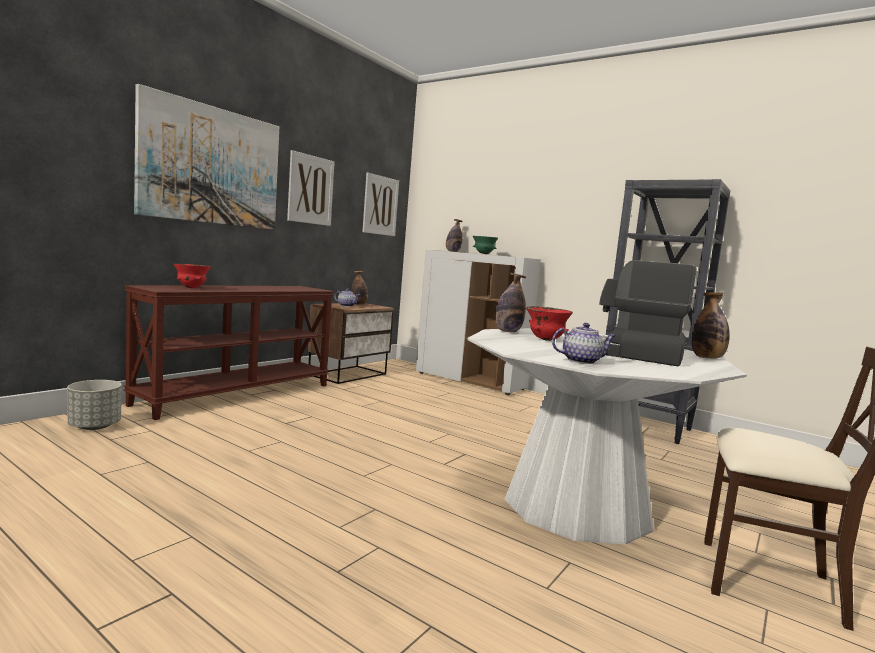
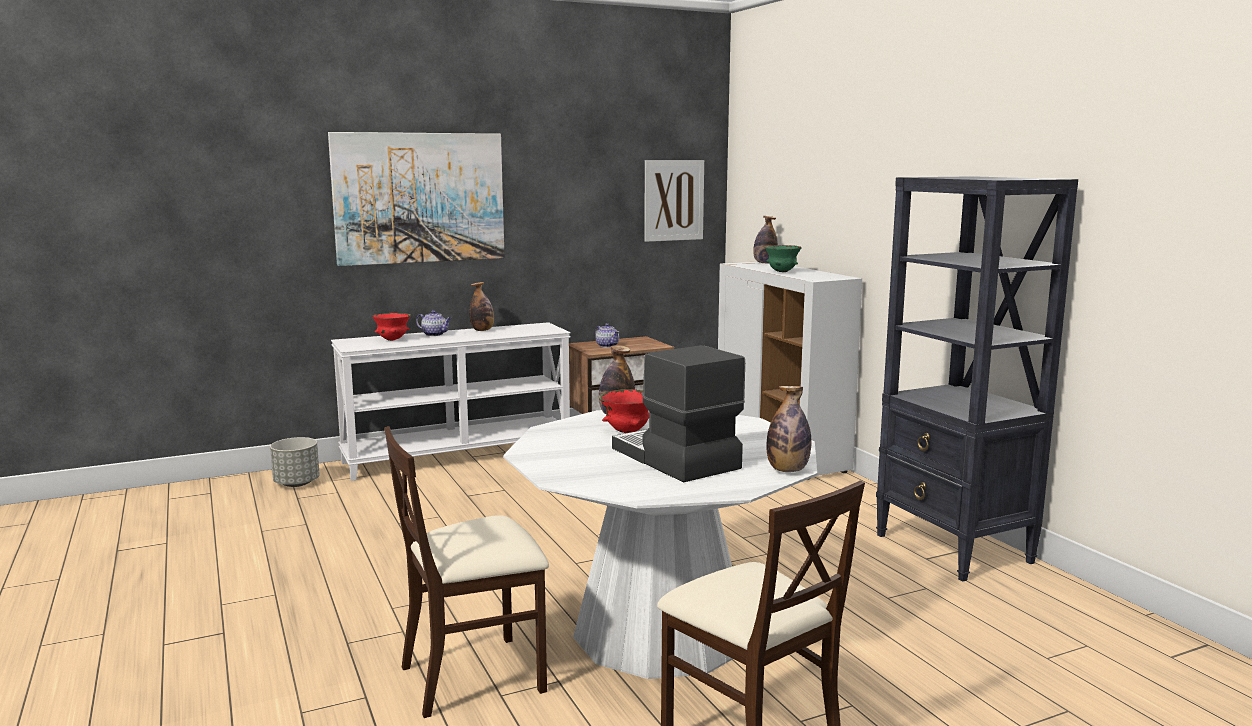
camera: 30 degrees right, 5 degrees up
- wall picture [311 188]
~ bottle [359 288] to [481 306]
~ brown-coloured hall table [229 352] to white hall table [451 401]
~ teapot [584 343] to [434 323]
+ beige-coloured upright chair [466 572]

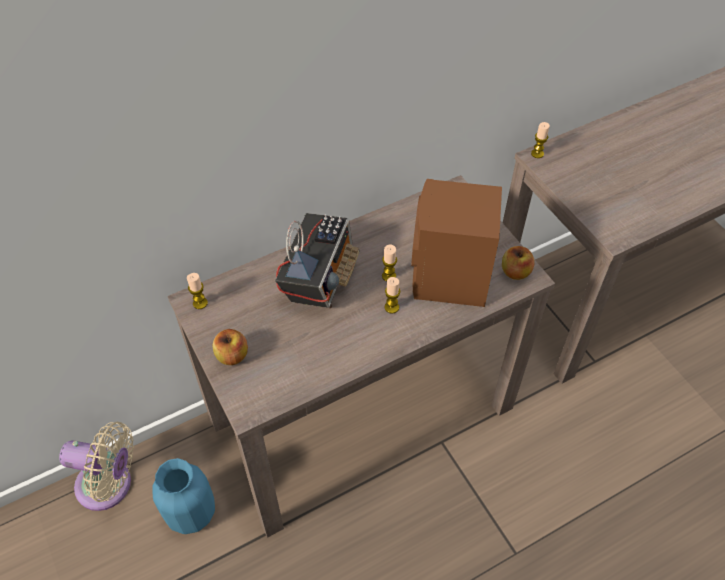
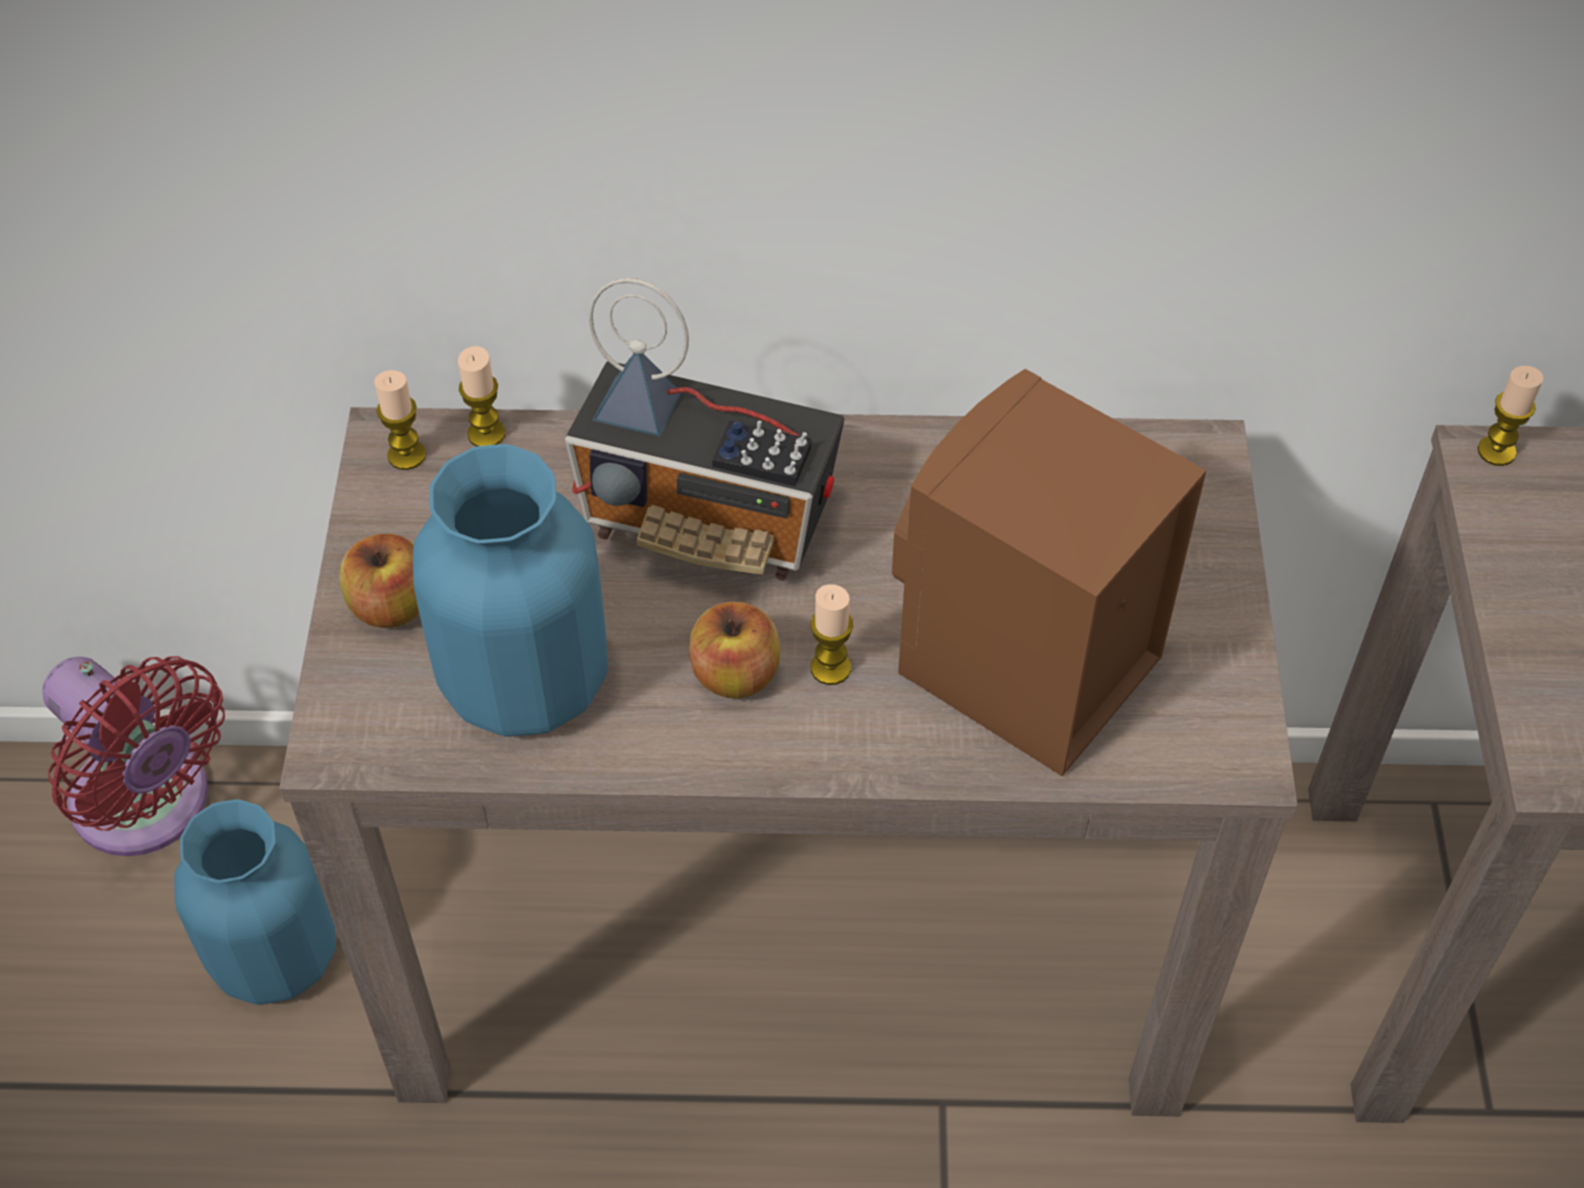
camera: 30 degrees right, 0 degrees up
~ radio set [317 260] = [705 429] 60 degrees clockwise
~ wax candle [389 262] to [481 396]
~ apple [518 263] to [734 650]
~ beige-coloured electric fan [96 466] to reddish electric fan [133 756]
+ bluish decorative vase [510 590]

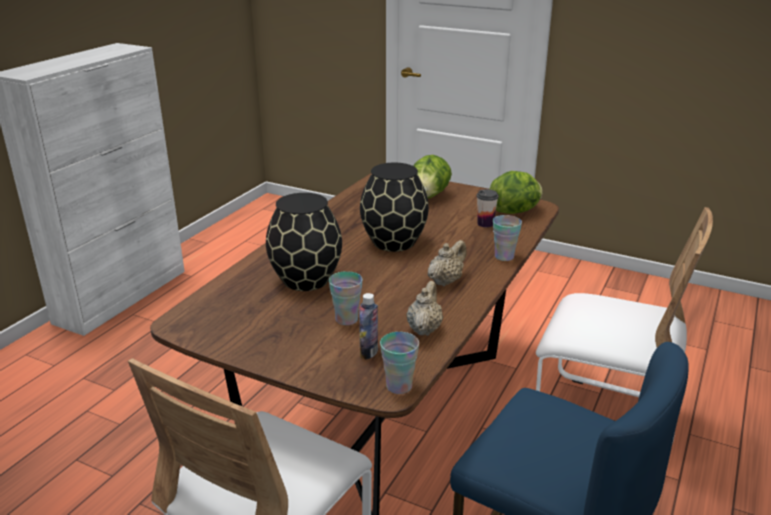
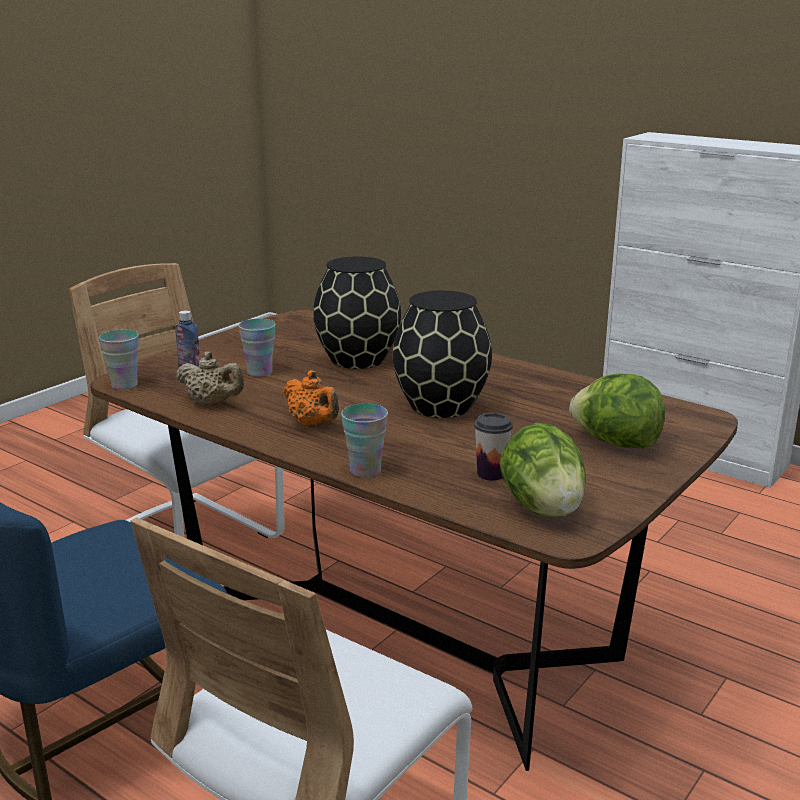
camera: 100 degrees right, 5 degrees down
~ beige-coloured teapot [447 263] to orangey teapot [311 398]

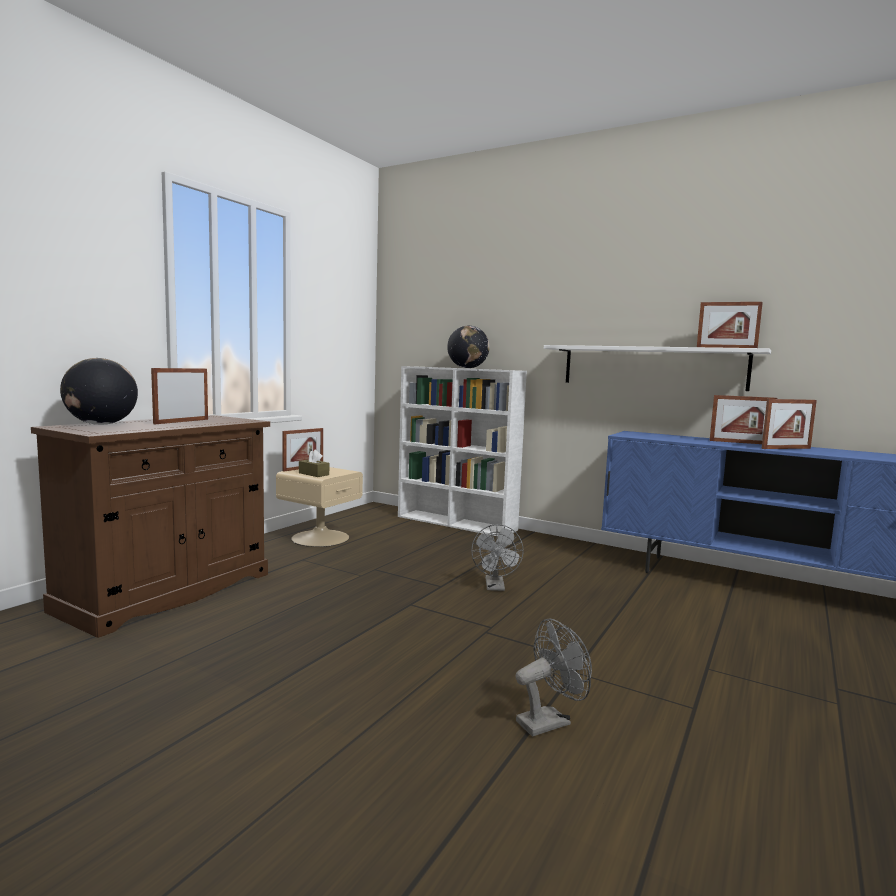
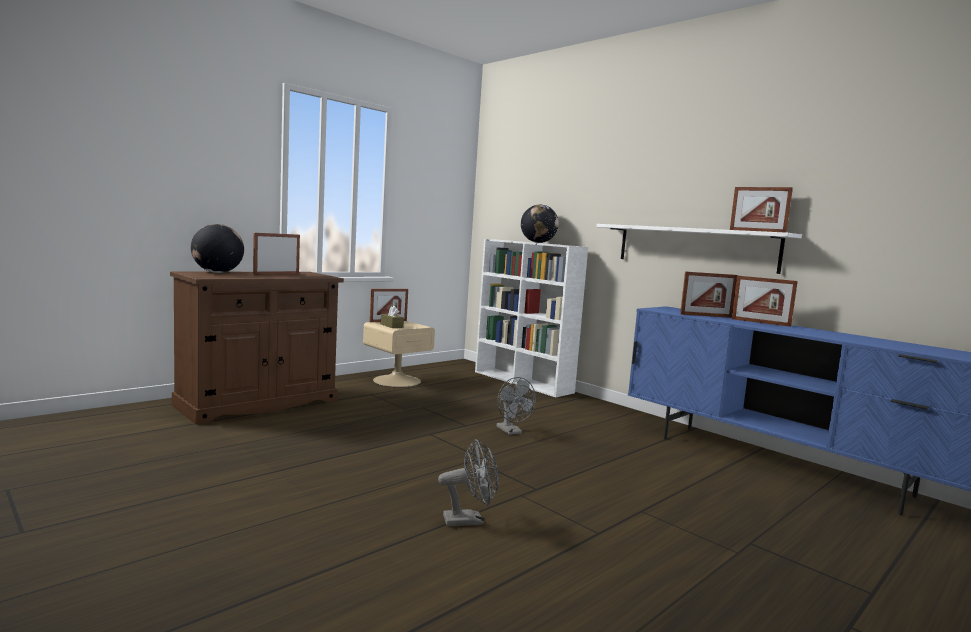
camera: 15 degrees right, 0 degrees up
~ standing frame [789 424] to [709 294]
~ gray electric fan [497 557] = [516 406] 45 degrees counterclockwise

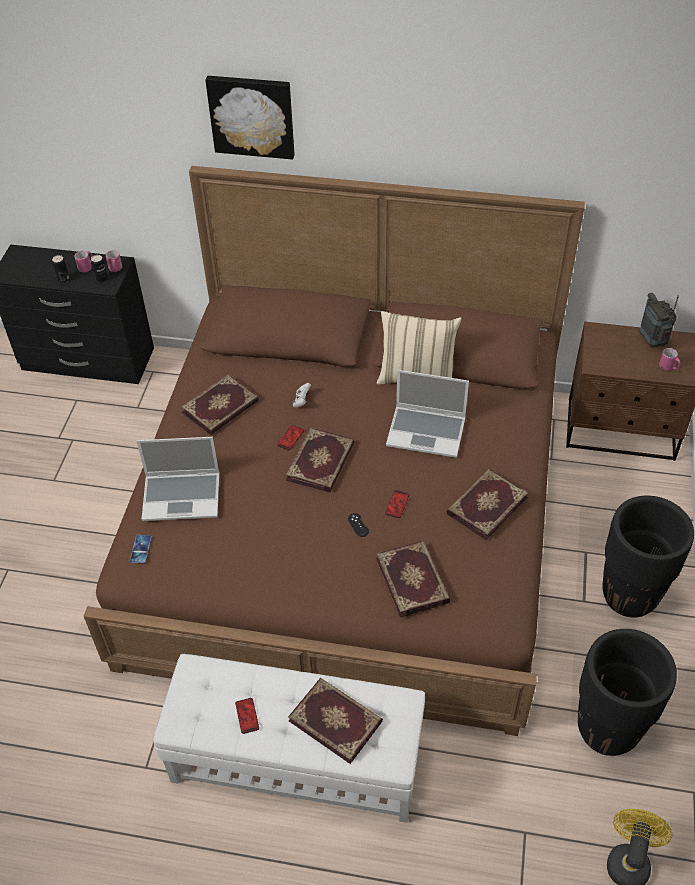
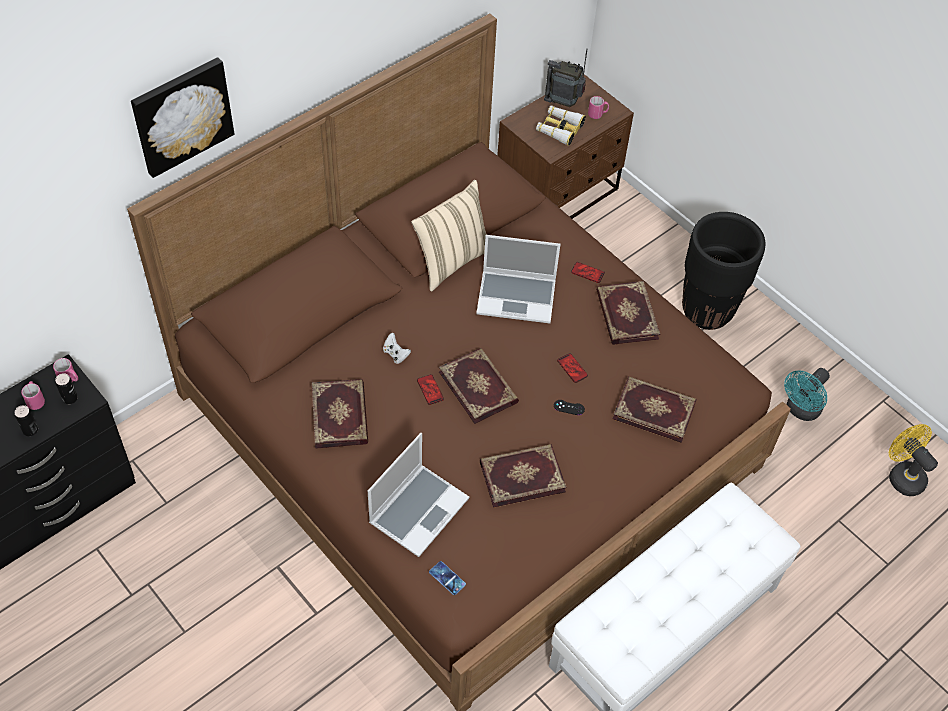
camera: 55 degrees left, 5 degrees up
~ notebook computer [427 414] = [518 279] 45 degrees clockwise
~ blackish flower pot [627 692] to turquoise electric fan [807 394]
~ book [335 721] to [523 476]
~ handset [247 716] to [588 272]
+ pair of binoculars [561 125]

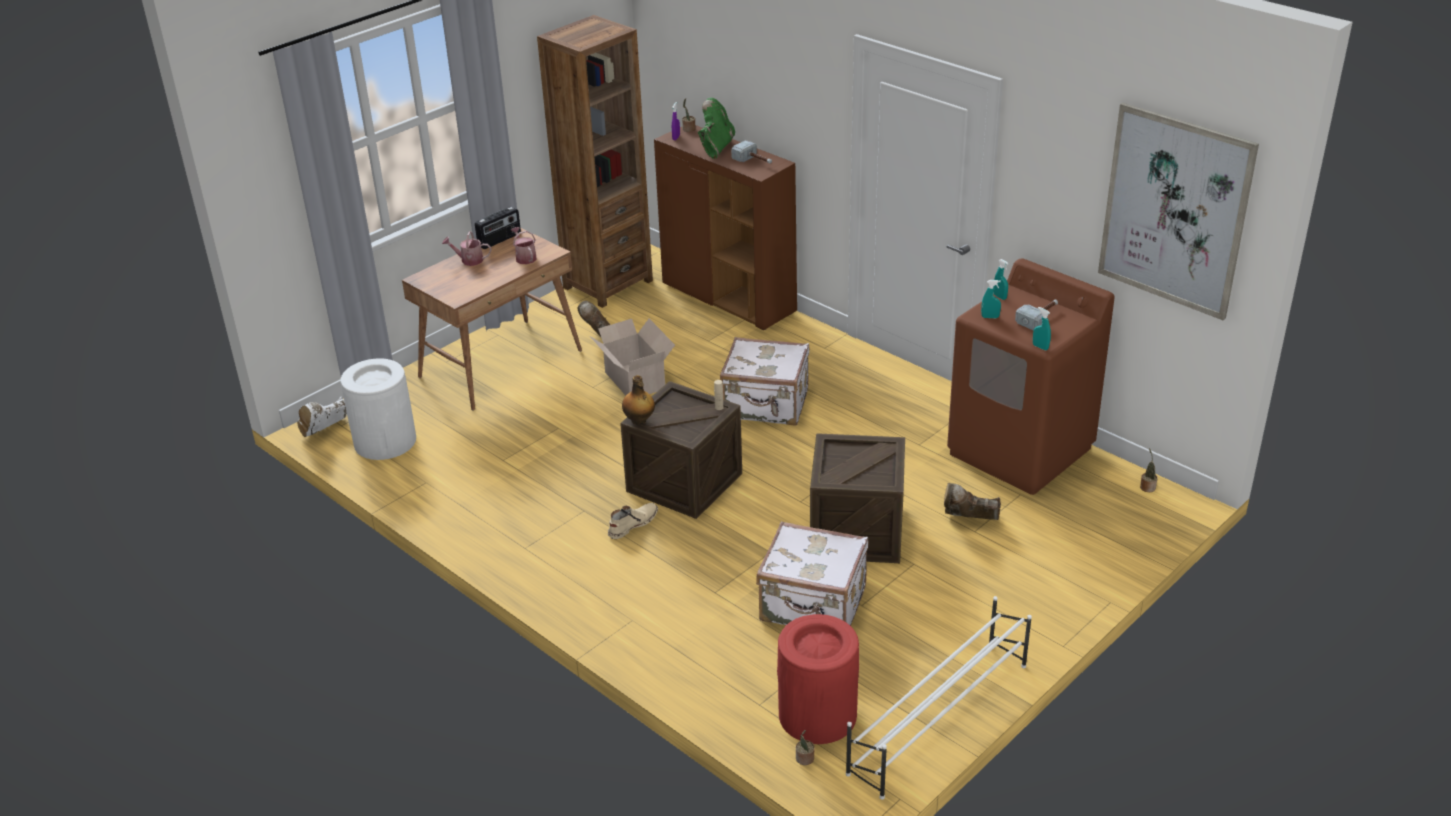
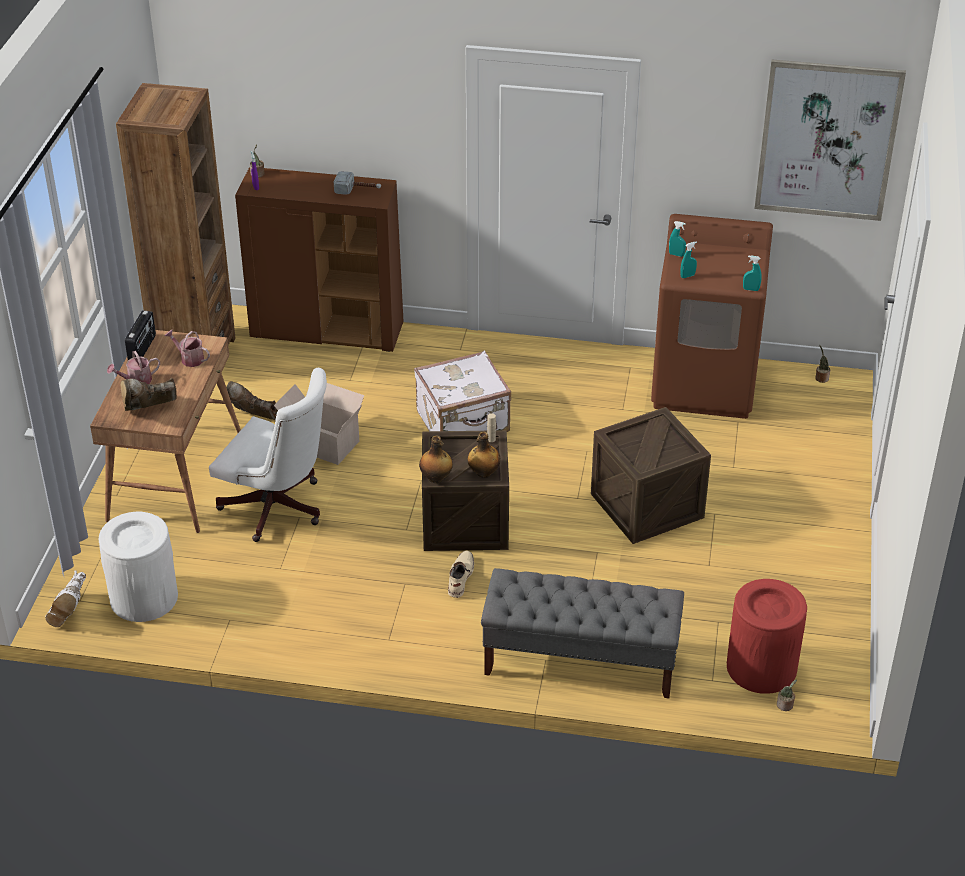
camera: 35 degrees left, 5 degrees up
- green-coloured boot [716 128]
- hand hammer [1036 314]
~ brown-coloured boot [972 501] to [148 394]
- white suitcase [812 574]
- white shoe rack [939 697]
+ white office chair [268 455]
+ bottle [484 455]
+ gray bench [582 633]

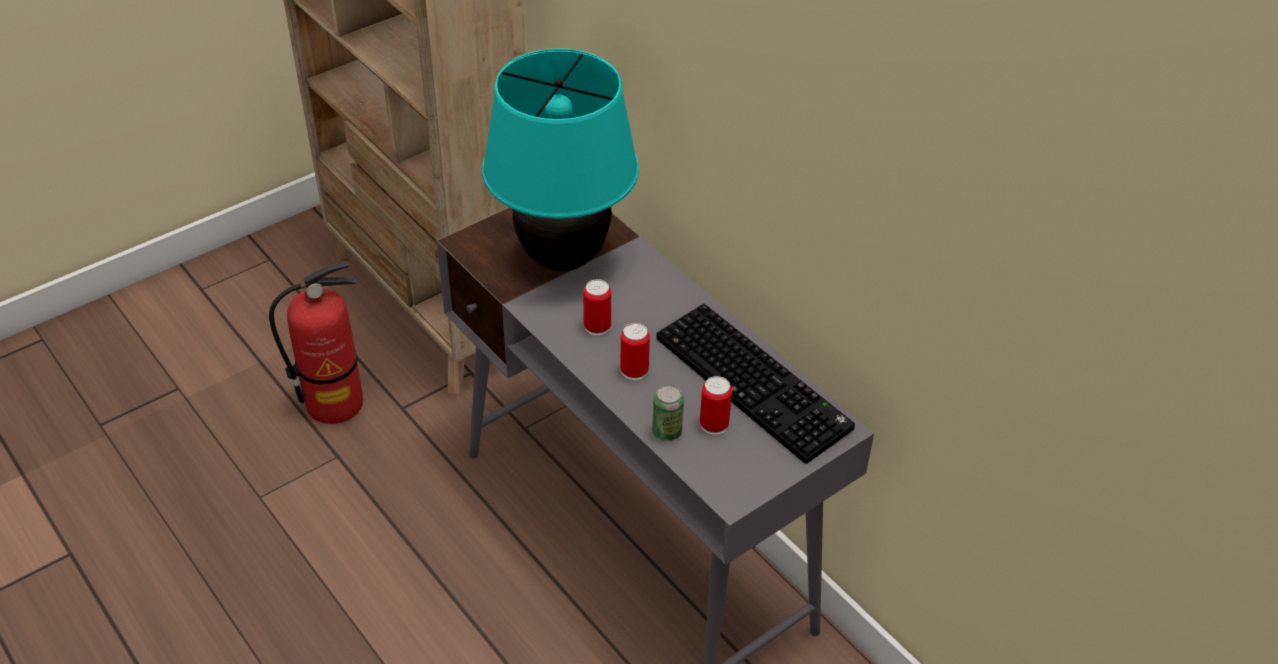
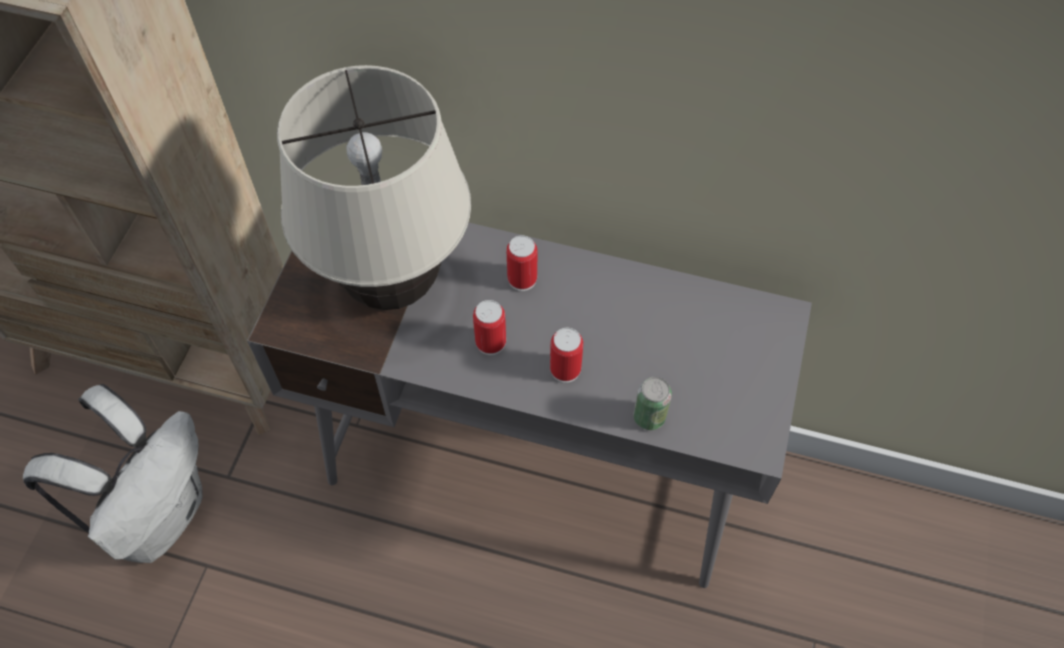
camera: 35 degrees left, 15 degrees up
~ turquoise tabletop lamp [560 159] to beige-coloured tabletop lamp [374 187]
~ fire-fighting cylinder [316 342] to white rucksack [112 473]
- PC keyboard [756 384]
~ sealed can [716 405] to [521 263]

